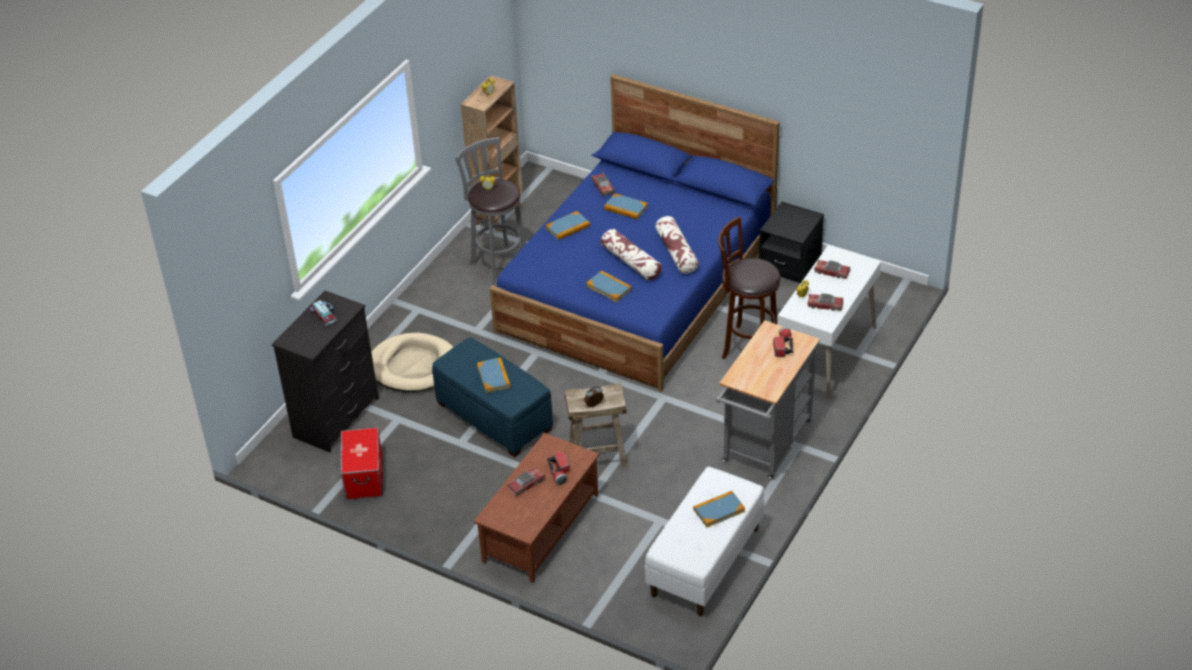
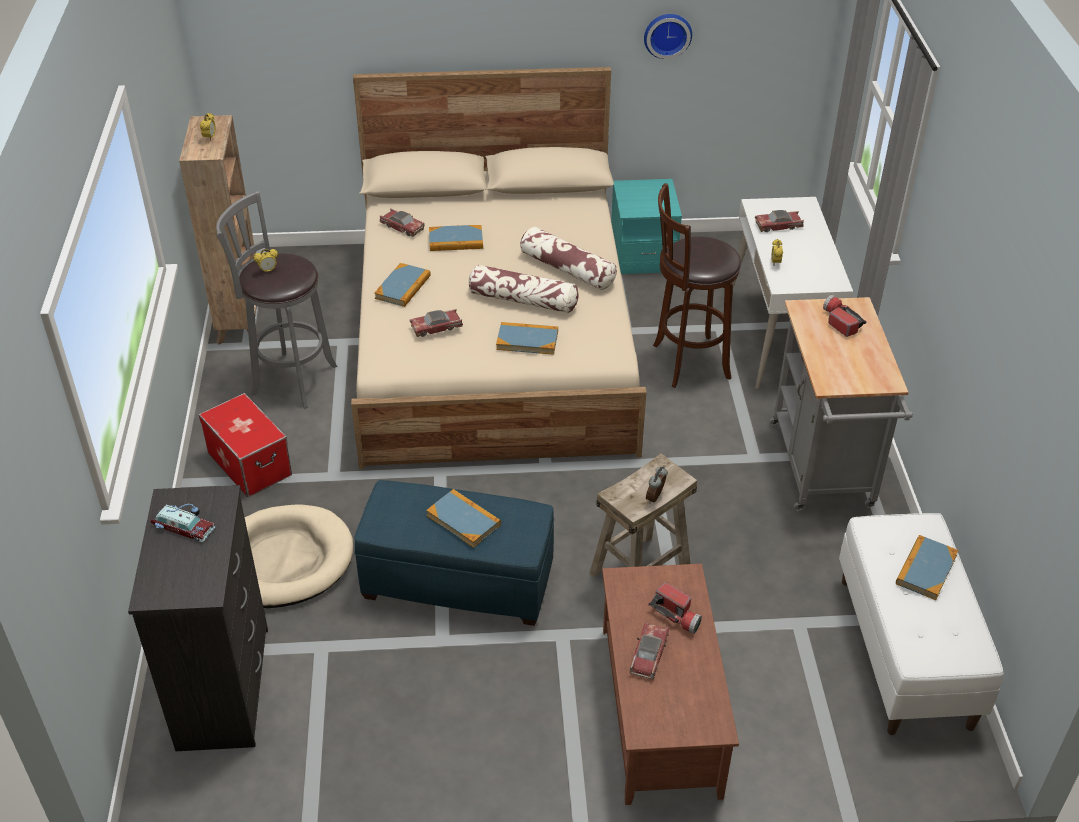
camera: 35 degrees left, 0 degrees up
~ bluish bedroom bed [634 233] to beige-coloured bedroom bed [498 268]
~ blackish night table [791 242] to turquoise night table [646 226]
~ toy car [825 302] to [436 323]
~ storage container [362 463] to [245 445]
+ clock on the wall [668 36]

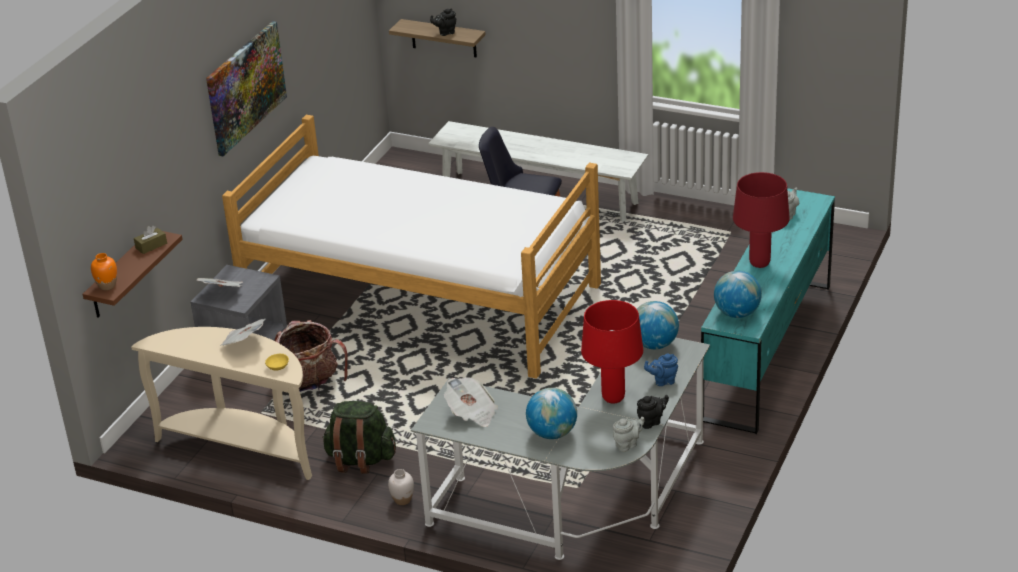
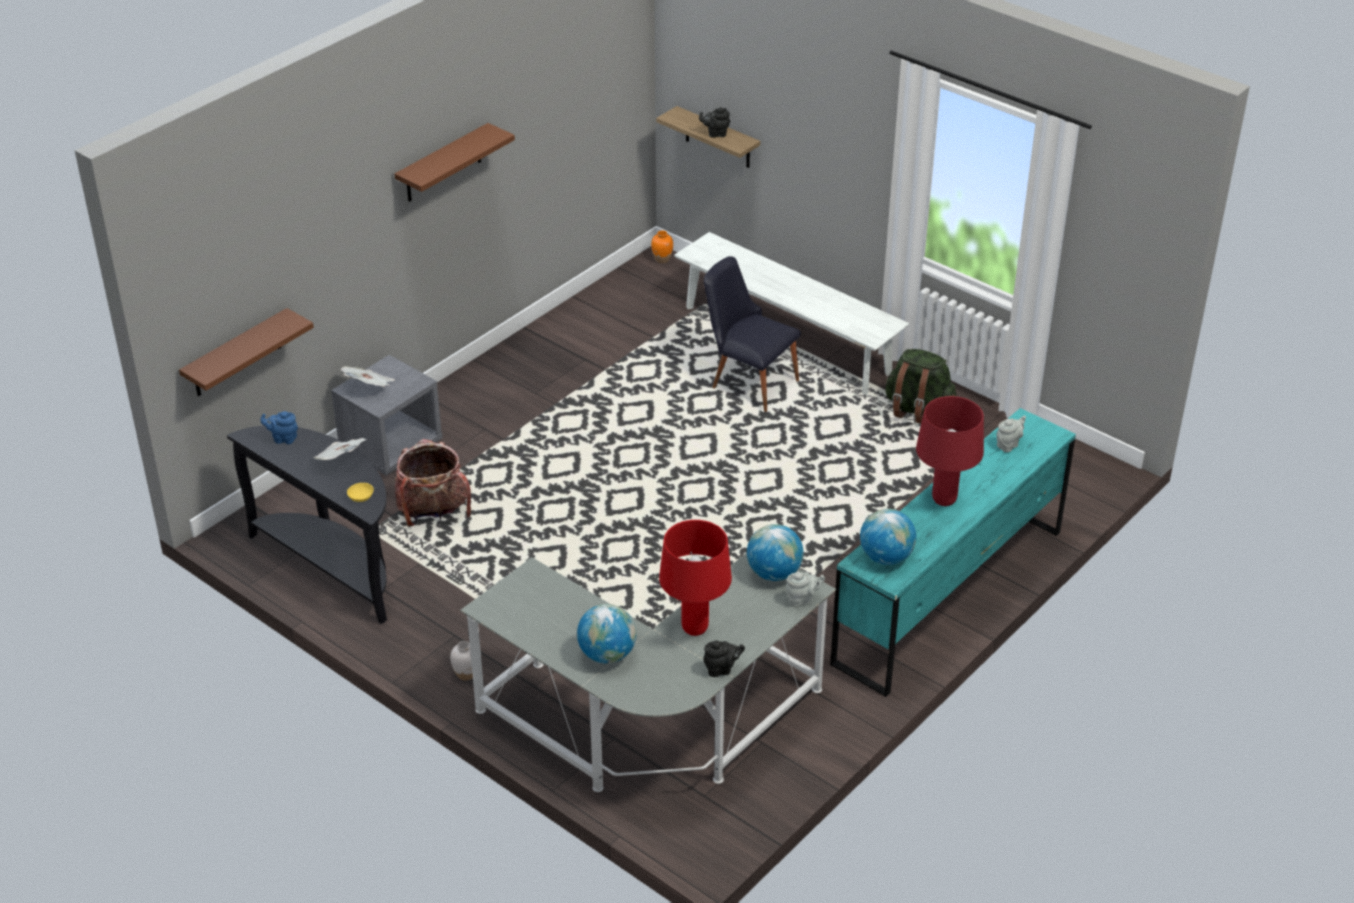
camera: 15 degrees right, 5 degrees up
~ wall picture [246 88] to brown-coloured bracket shelf [455 162]
- bedroom bed [411 247]
- brown-coloured tissue holder [150 240]
~ orangey decorative vase [104 271] to [662 246]
~ beige-coloured hall table [221 403] to blackish hall table [307 525]
~ bluish teapot [661 370] to [279 427]
- printed paper [471 402]
~ green-coloured rucksack [359 437] to [921 386]
~ gray teapot [629 434] to [805 589]

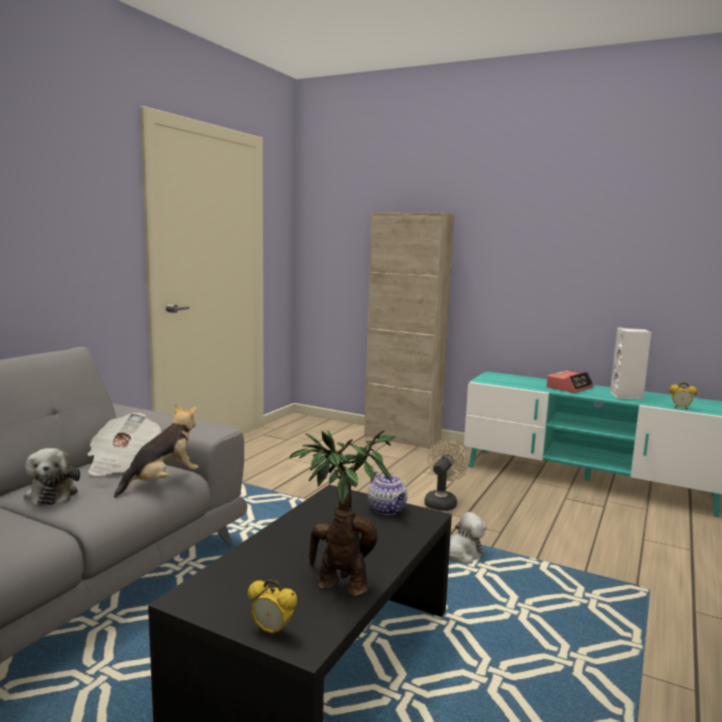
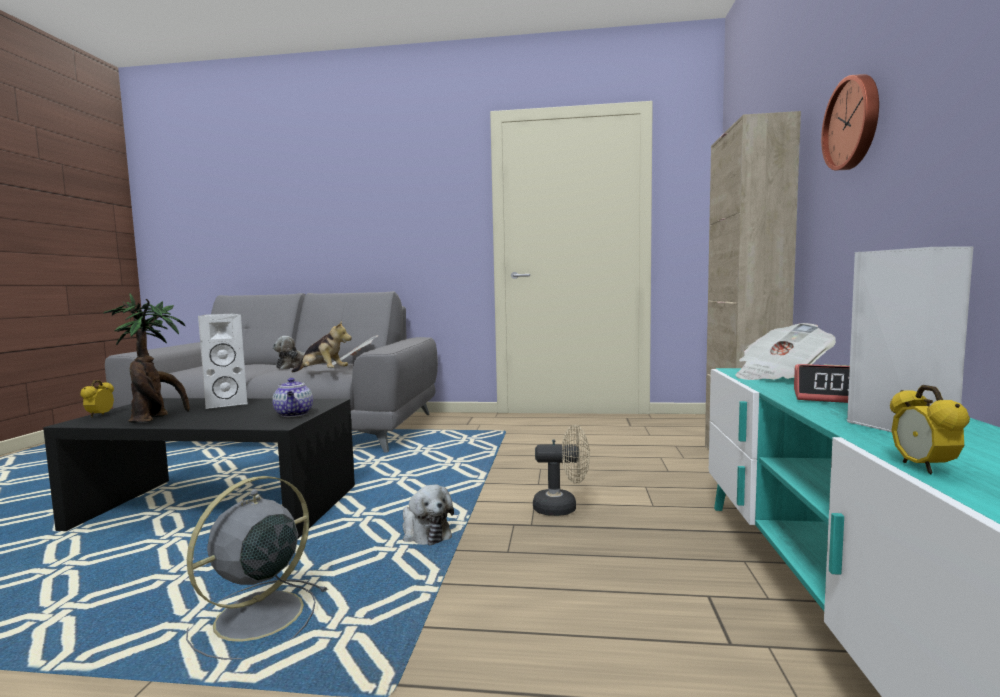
camera: 70 degrees right, 5 degrees down
~ teapot [387 493] = [292 397] 60 degrees counterclockwise
+ clock on the wall [850 122]
+ white loudspeaker [222 361]
+ printed paper [785 351]
+ gray electric fan [257 568]

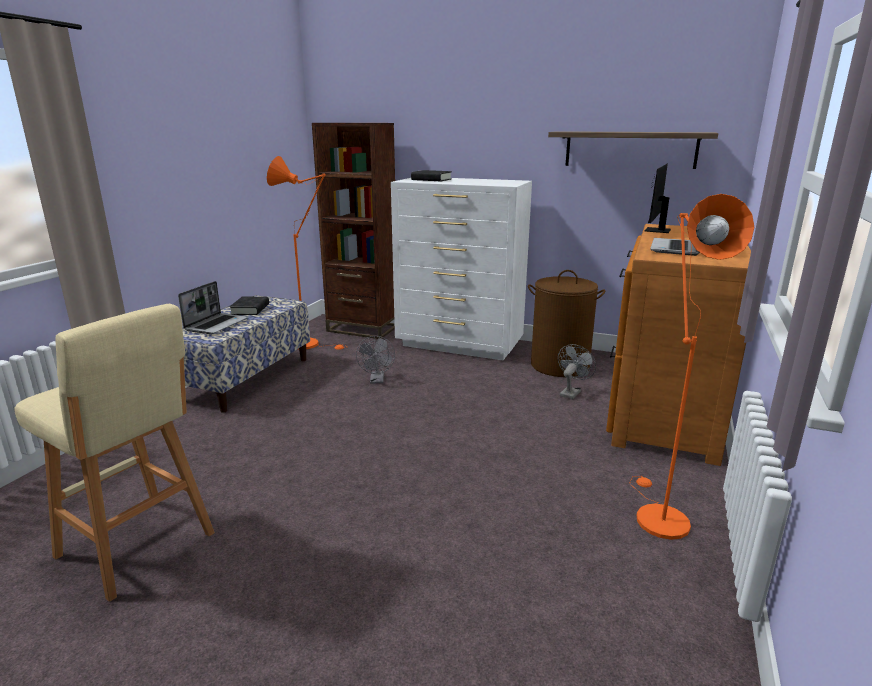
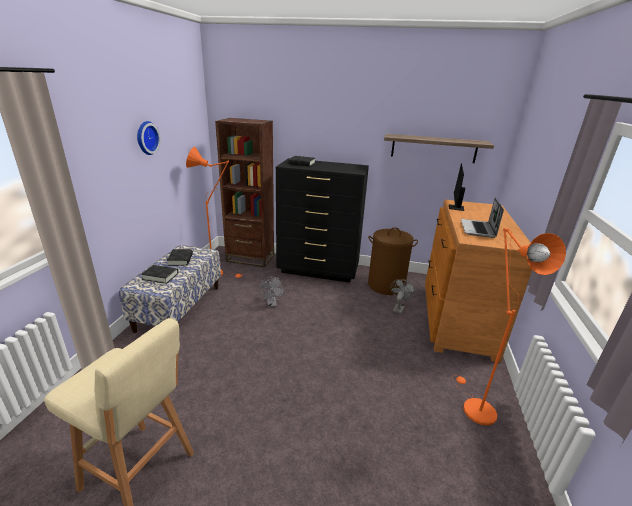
camera: 10 degrees left, 5 degrees up
~ white drawer chest [461 269] to blackish drawer chest [322 220]
~ notebook computer [213 307] to blackish book [159 274]
+ clock on the wall [149 138]

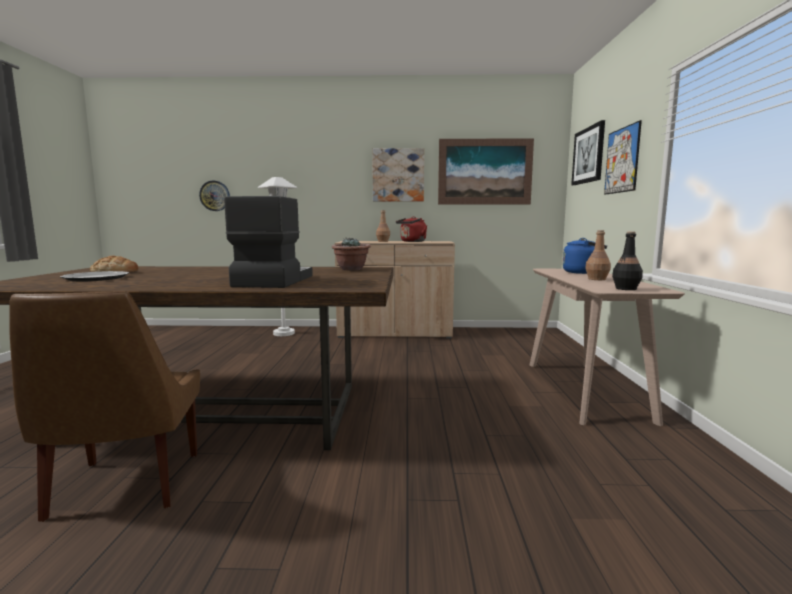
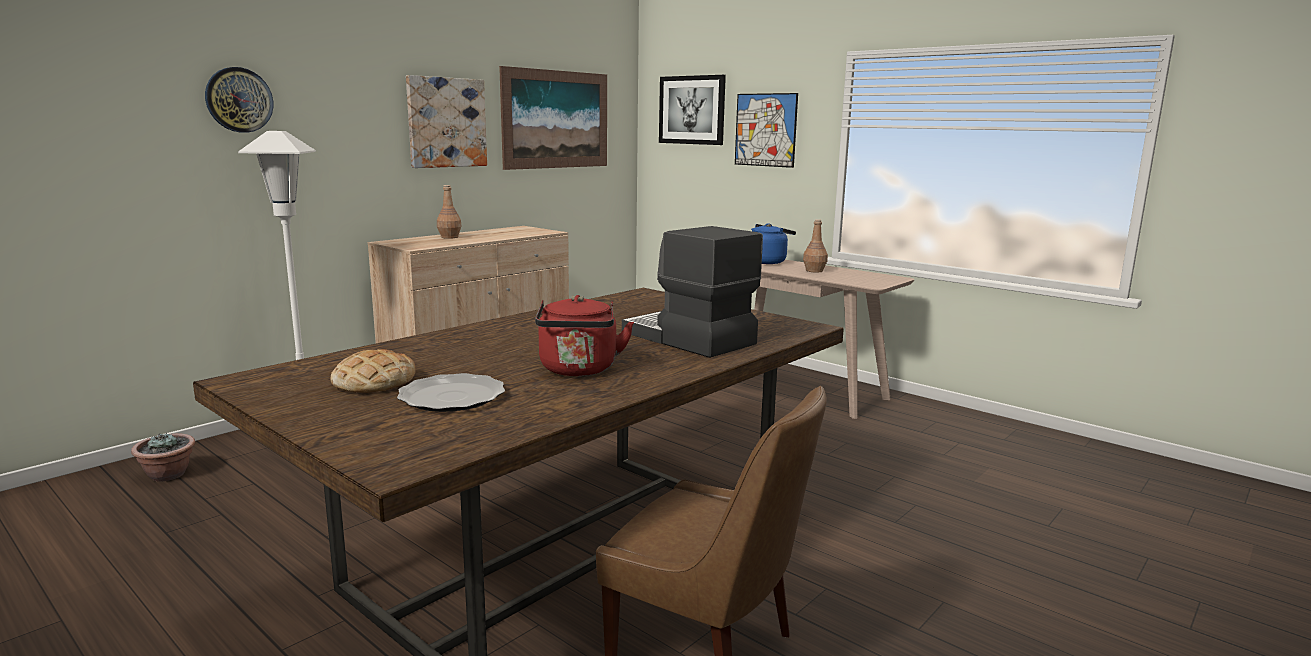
camera: 50 degrees left, 5 degrees up
~ clock on the wall [214 196] to [239 100]
~ reddish kettle [411 229] to [584 335]
- blackish bottle [627 260]
~ potted plant [351 254] to [163 456]

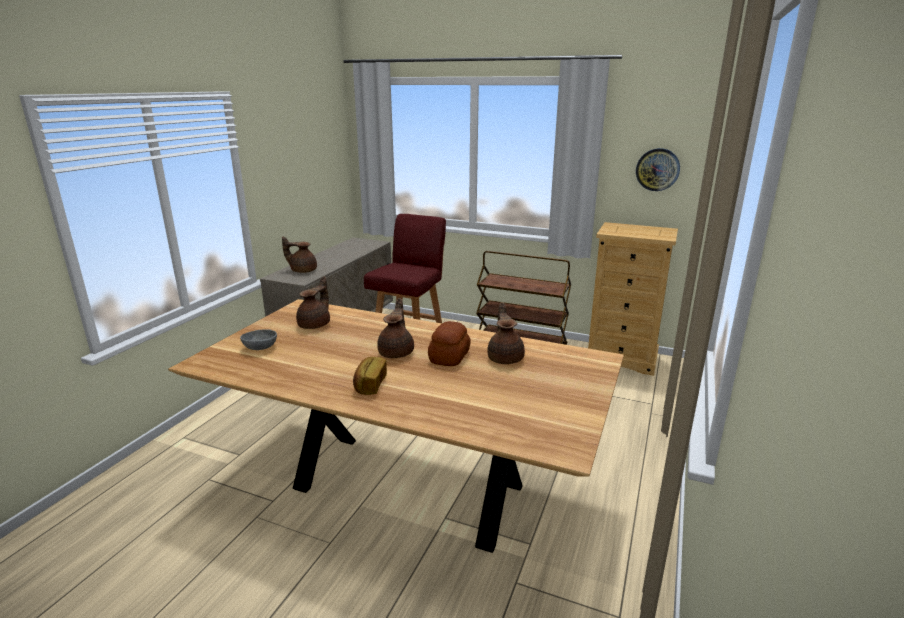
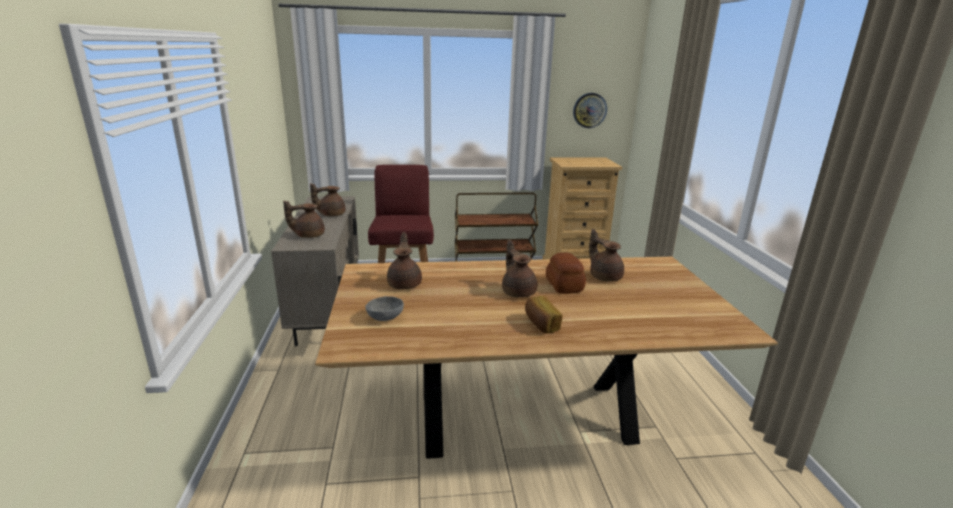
camera: 30 degrees left, 0 degrees up
+ brown-coloured teapot [327 199]

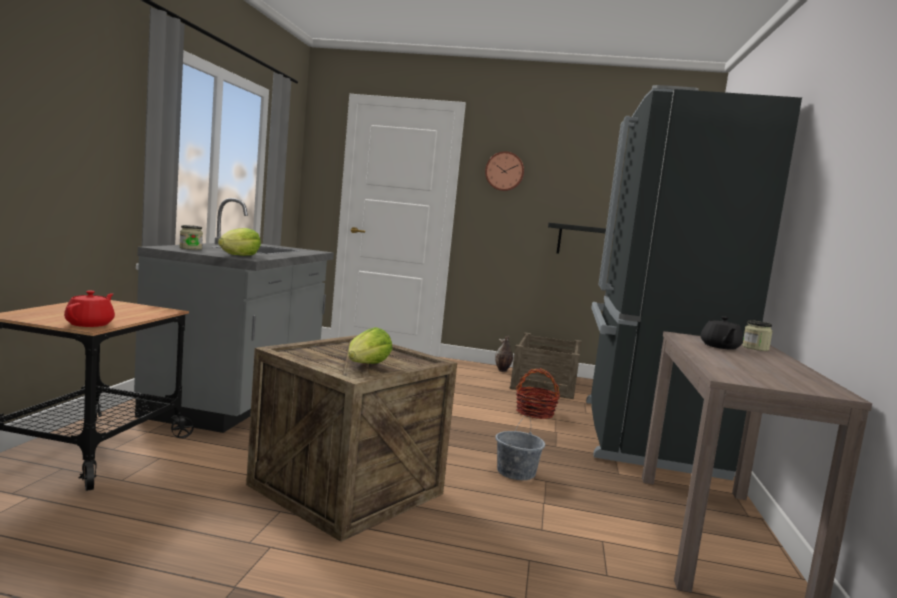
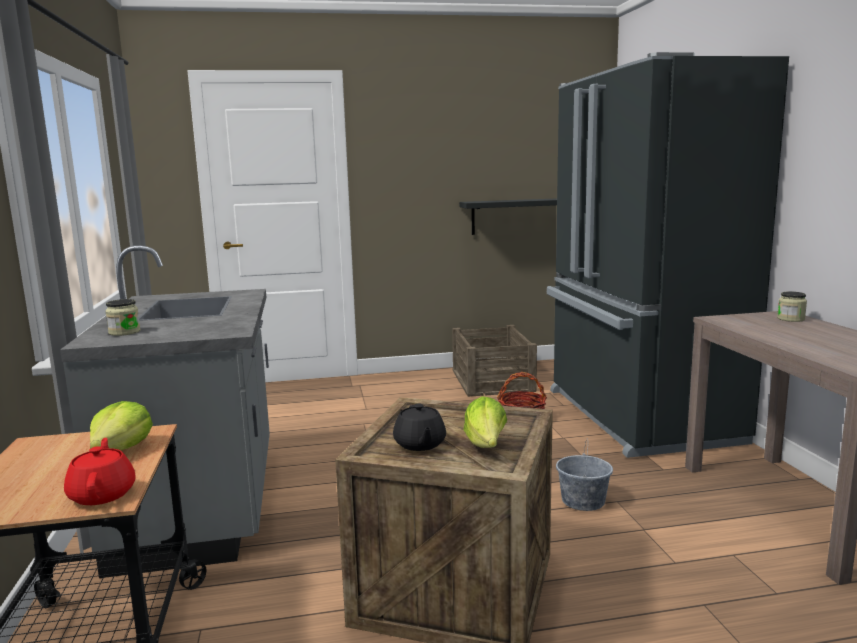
camera: 20 degrees left, 5 degrees up
- clock on the wall [504 171]
~ head of lettuce [239 242] to [121 425]
~ blackish teapot [722 333] to [419 427]
- decorative vase [504 353]

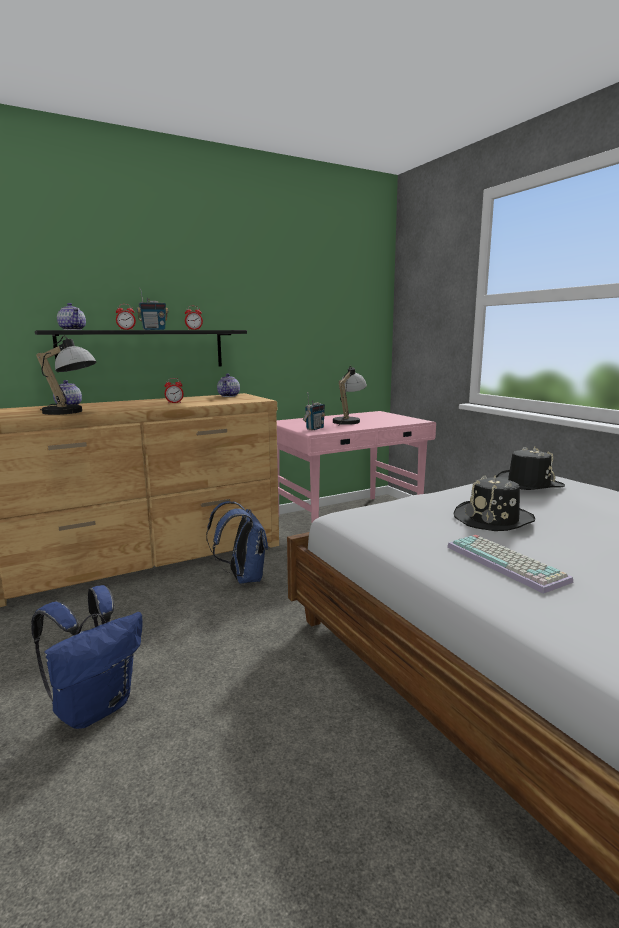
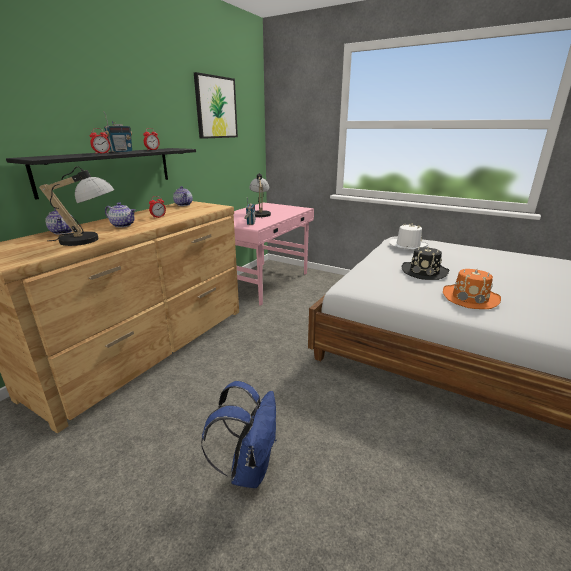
camera: 30 degrees left, 10 degrees up
~ teapot [71 316] to [120 215]
~ blackish hat [530 468] to white hat [409 236]
- bluish rucksack [237 542]
~ PC keyboard [510 564] to orangey hat [472 289]
+ wall picture [216 105]

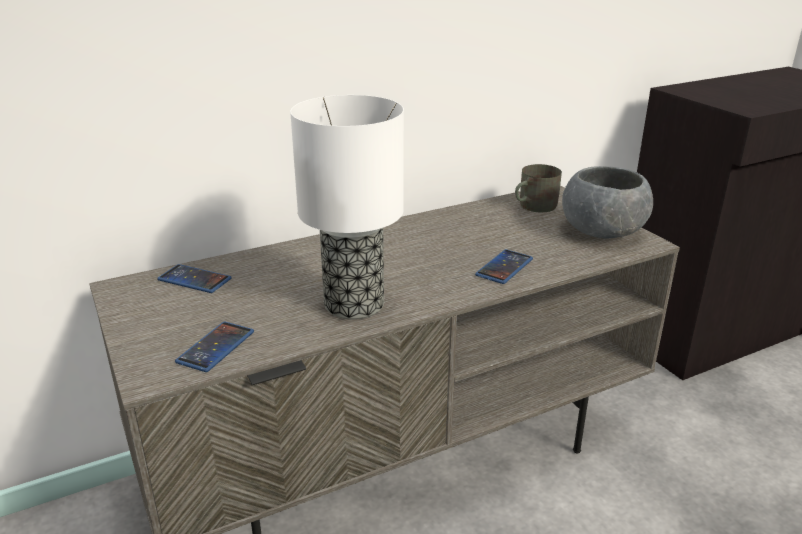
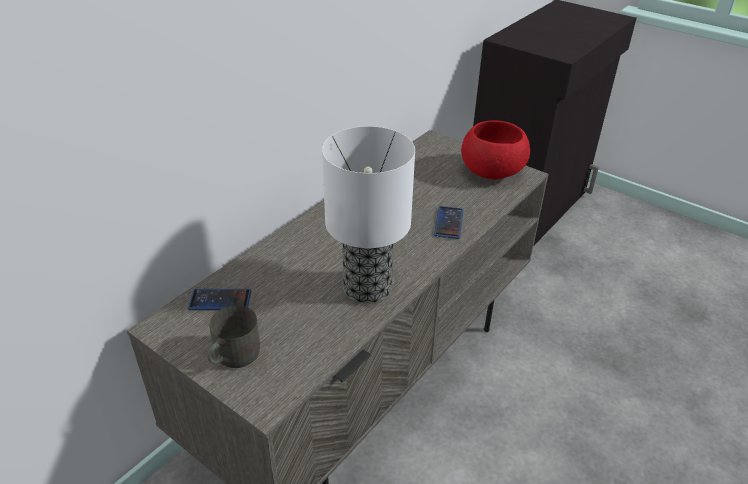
camera: 25 degrees left, 10 degrees up
~ gray coffee mug [538 188] to [233 336]
~ gray serving bowl [607 202] to reddish serving bowl [495 150]
- handset [214 347]

